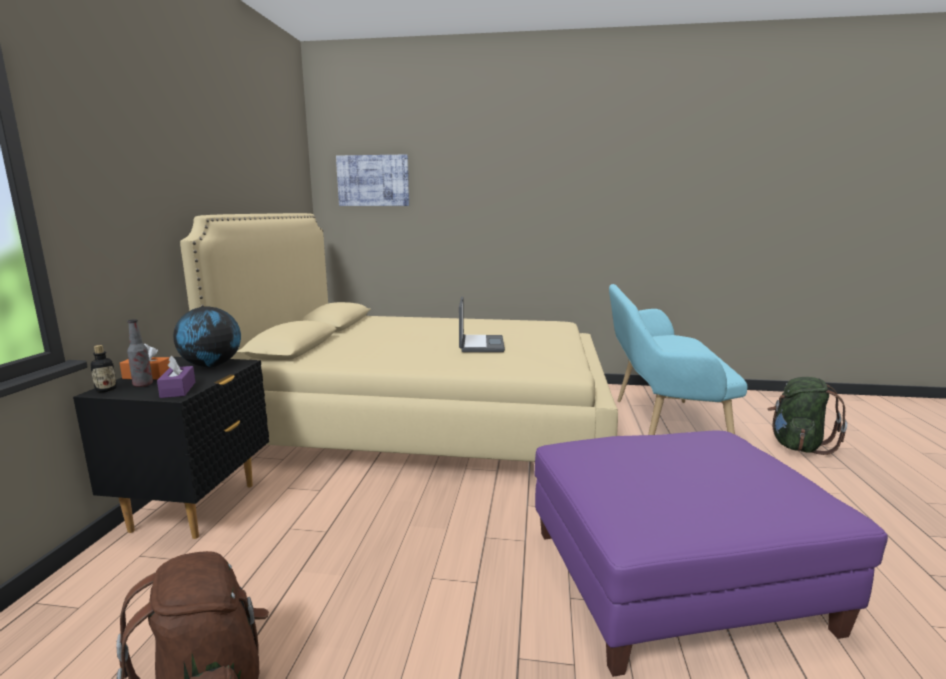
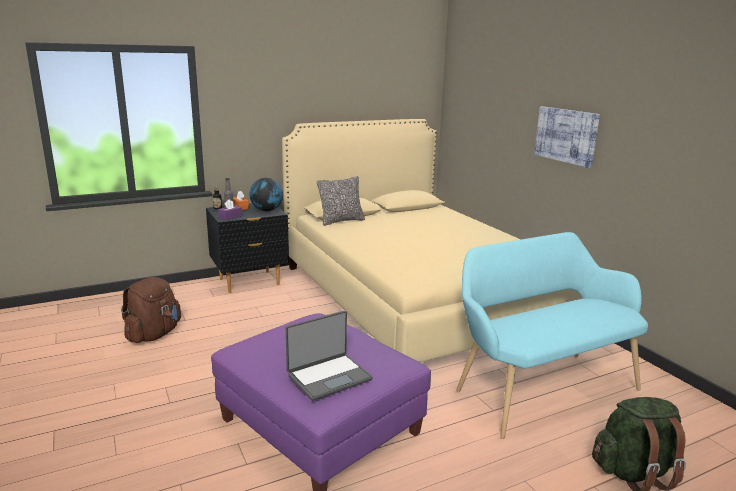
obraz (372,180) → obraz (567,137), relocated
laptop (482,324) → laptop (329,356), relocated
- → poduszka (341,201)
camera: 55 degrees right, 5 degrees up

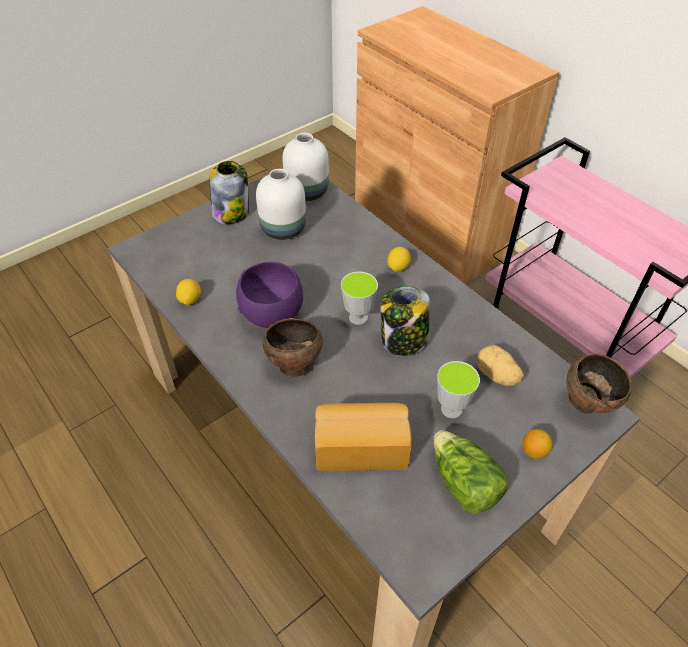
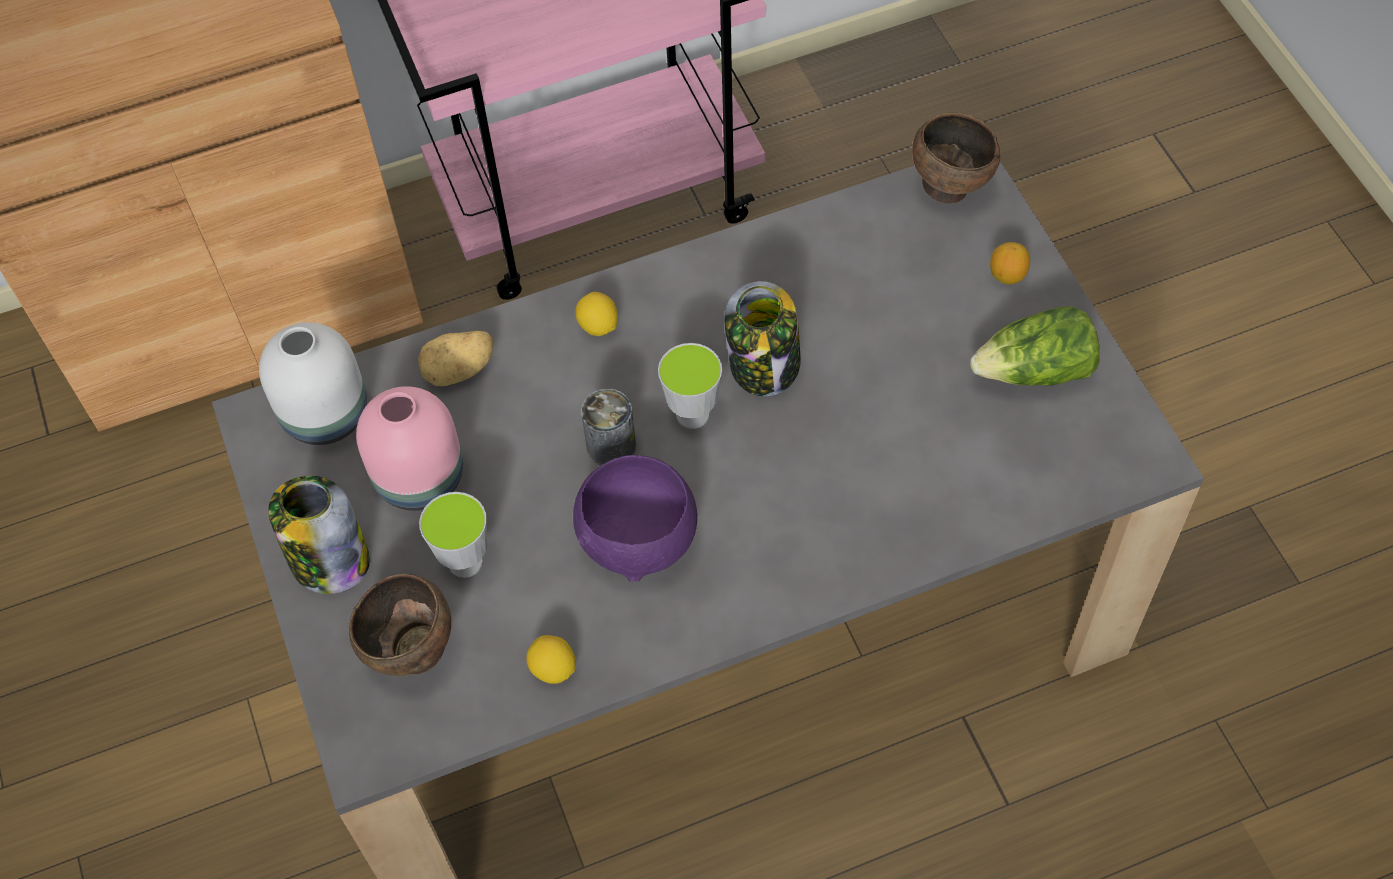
wazon/biały (281,204) → wazon/różowy (409,448)
miska/brązowy (293,347) → miska/brązowy (400,625), relocated
chleb (363,437) → -
filiżanka (458,389) → filiżanka (453,535), relocated
ziemniak (500,365) → ziemniak (455,358), relocated
- → puszka (608,427)
camera: 70 degrees left, 10 degrees up

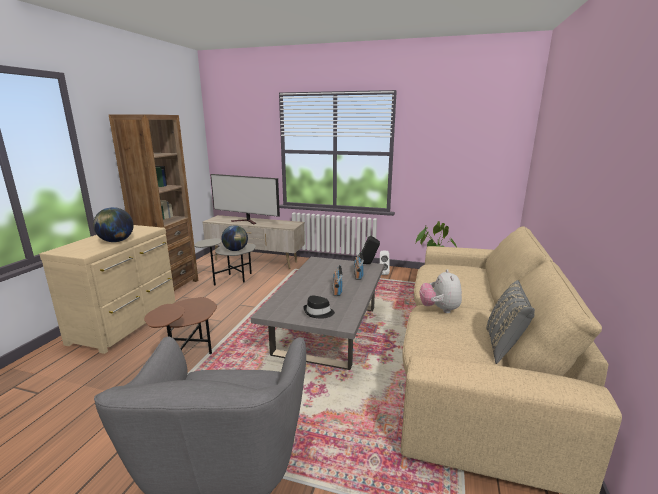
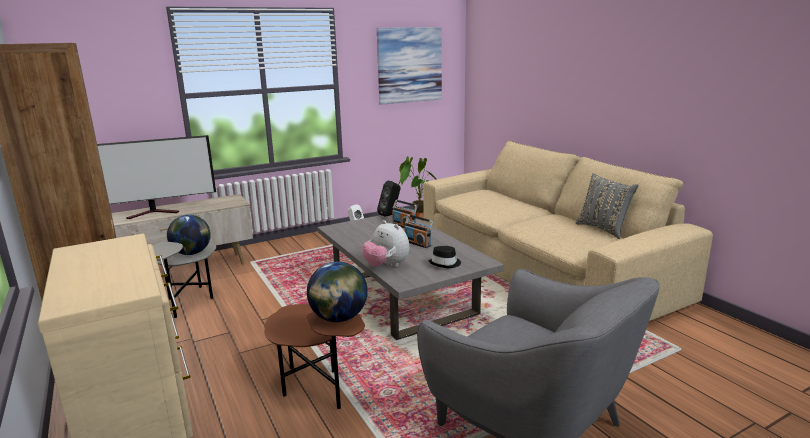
globus (113,224) → globus (337,292), relocated
pluszak (441,291) → pluszak (386,243), relocated
- → obraz (409,66)
camera: 45 degrees left, 0 degrees up

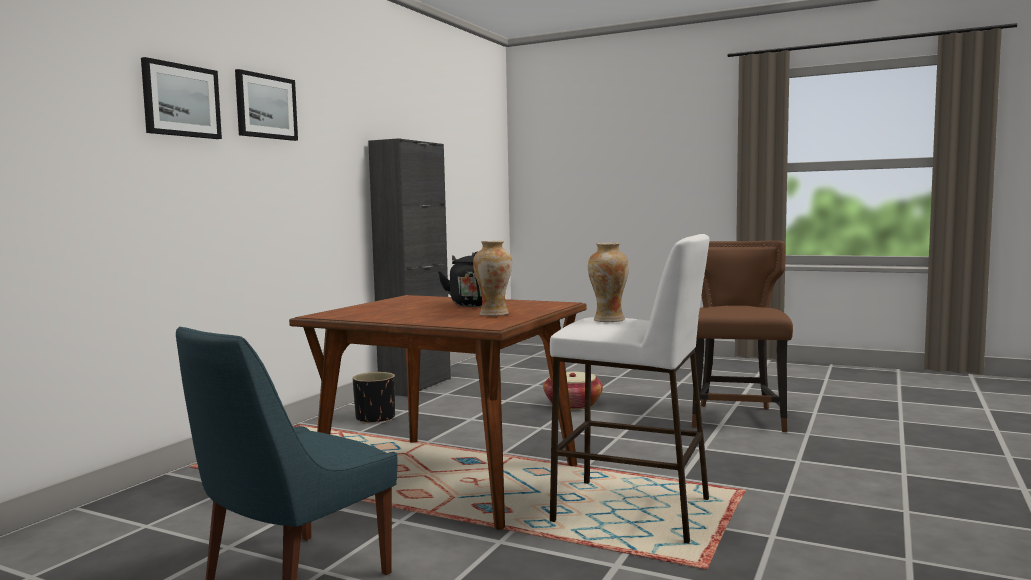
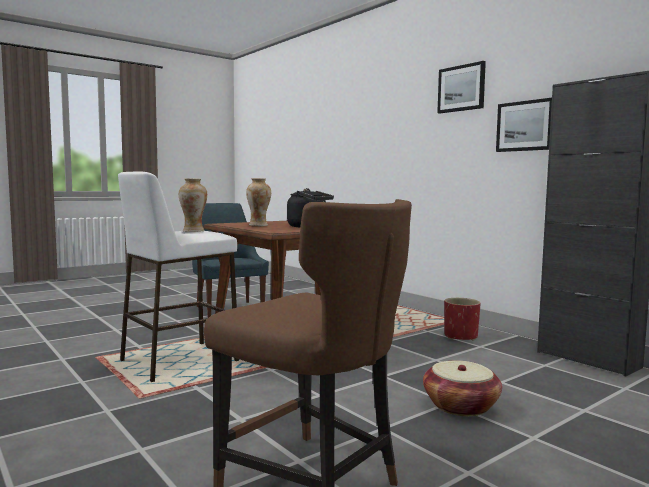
obraz (181,98) → obraz (524,125), relocated
donica/czarny (374,398) → donica/czerwony (462,319)
camera: 115 degrees right, 0 degrees up

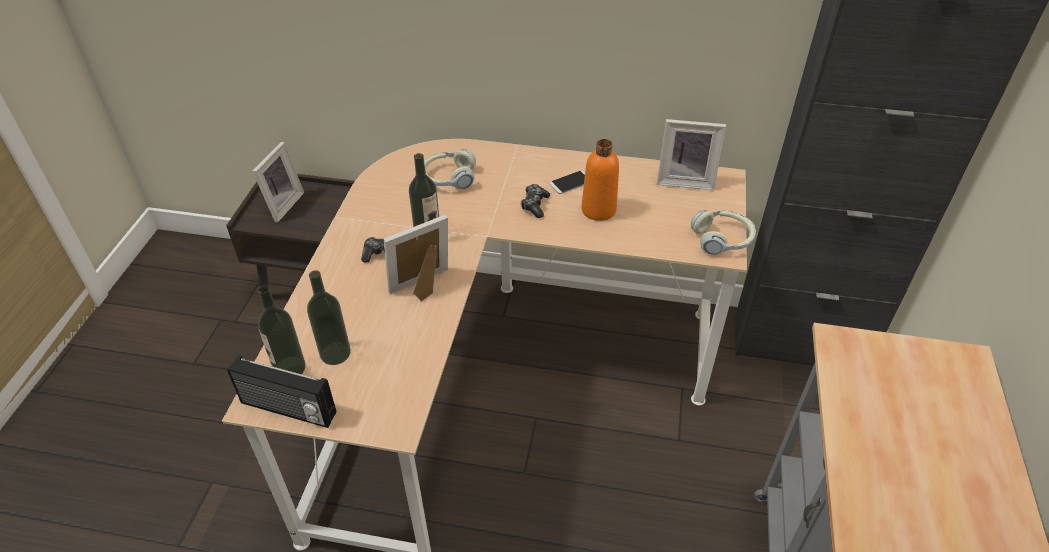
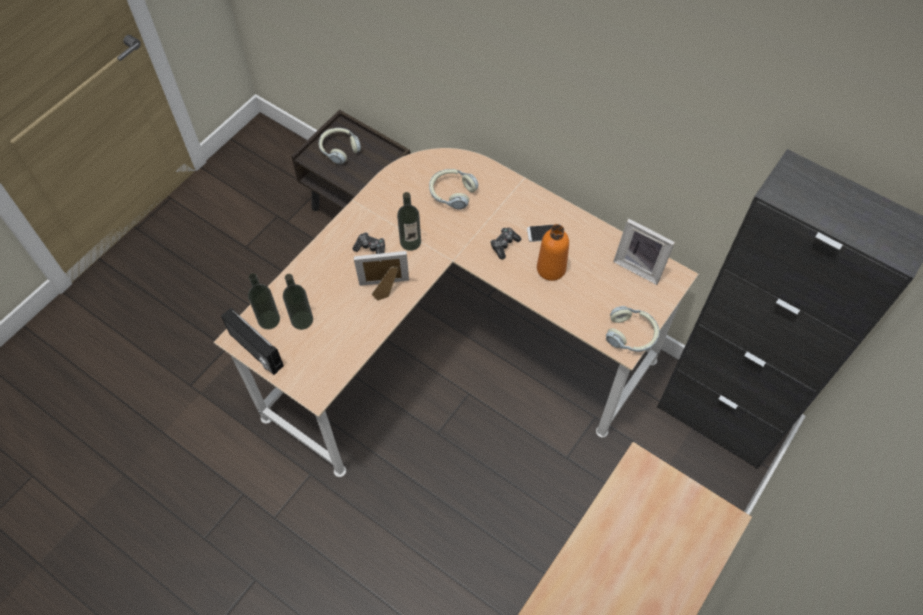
ramka na zdjęcie (278,182) → słuchawki (340,146)
camera: 25 degrees right, 15 degrees up

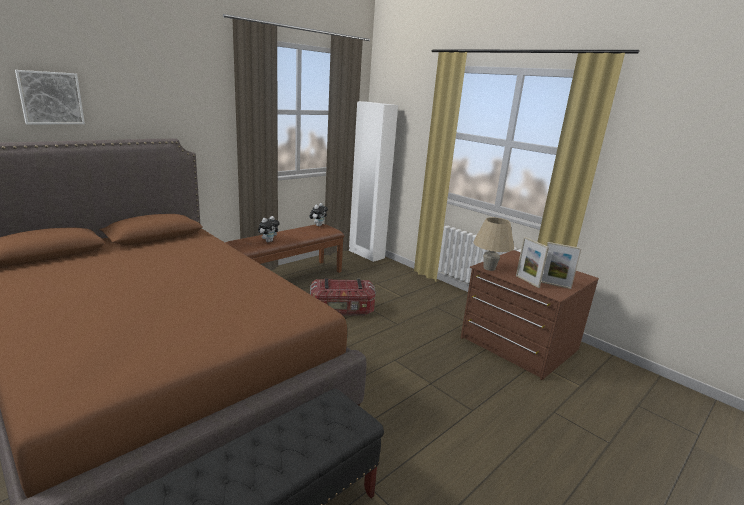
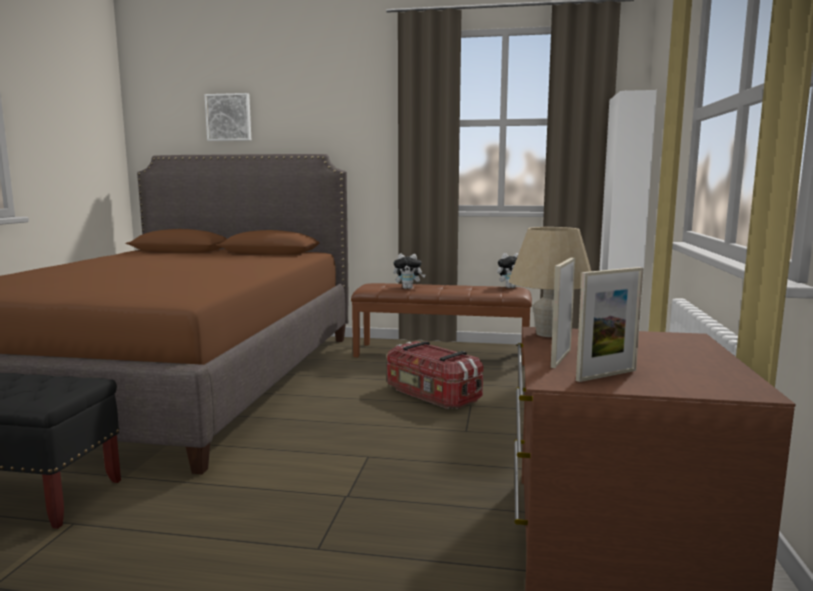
ramka na zdjęcie (561,265) → ramka na zdjęcie (610,324), 105 degrees counterclockwise
camera: 55 degrees right, 10 degrees down

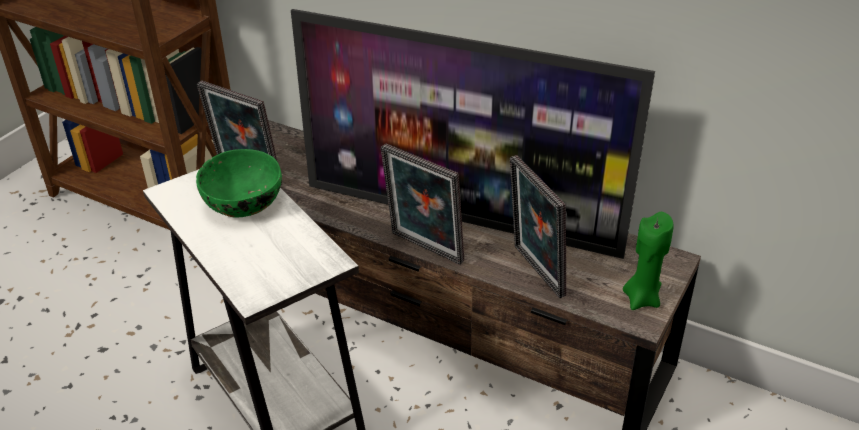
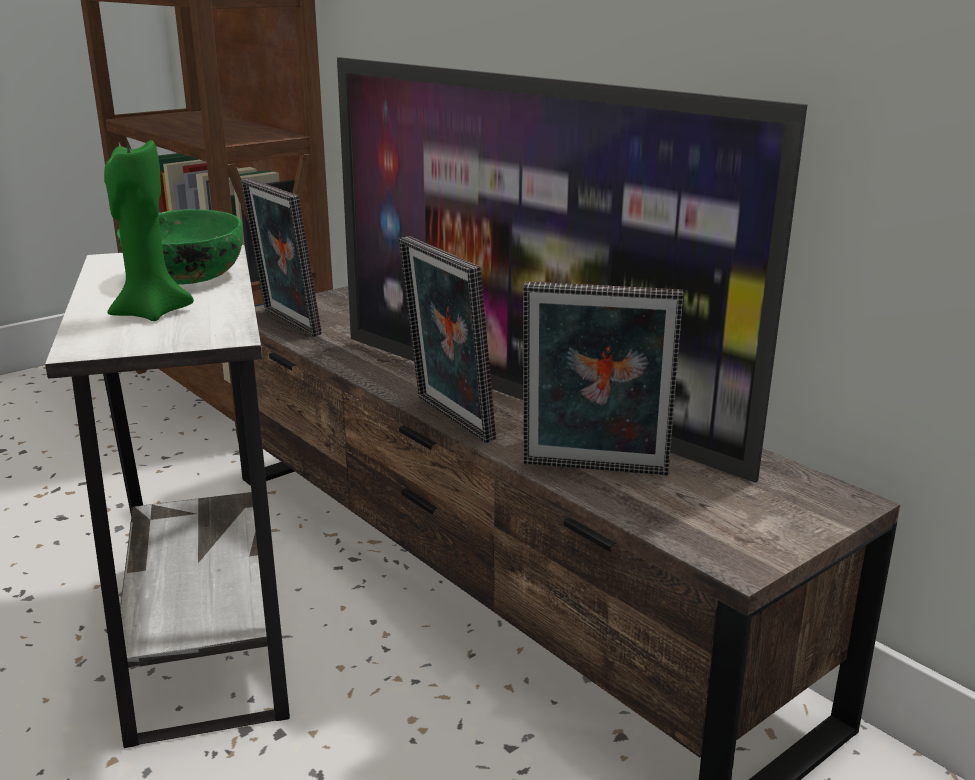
ramka na zdjęcie (538,226) → ramka na zdjęcie (603,378), 75 degrees counterclockwise
świeca/zielony (648,261) → świeca/zielony (149,228), relocated
camera: 20 degrees right, 15 degrees down

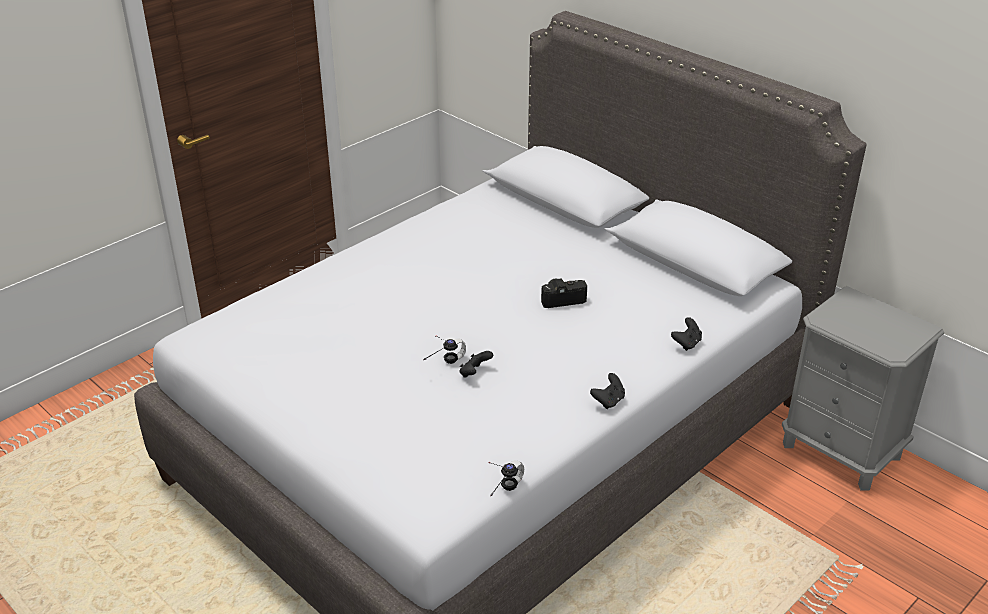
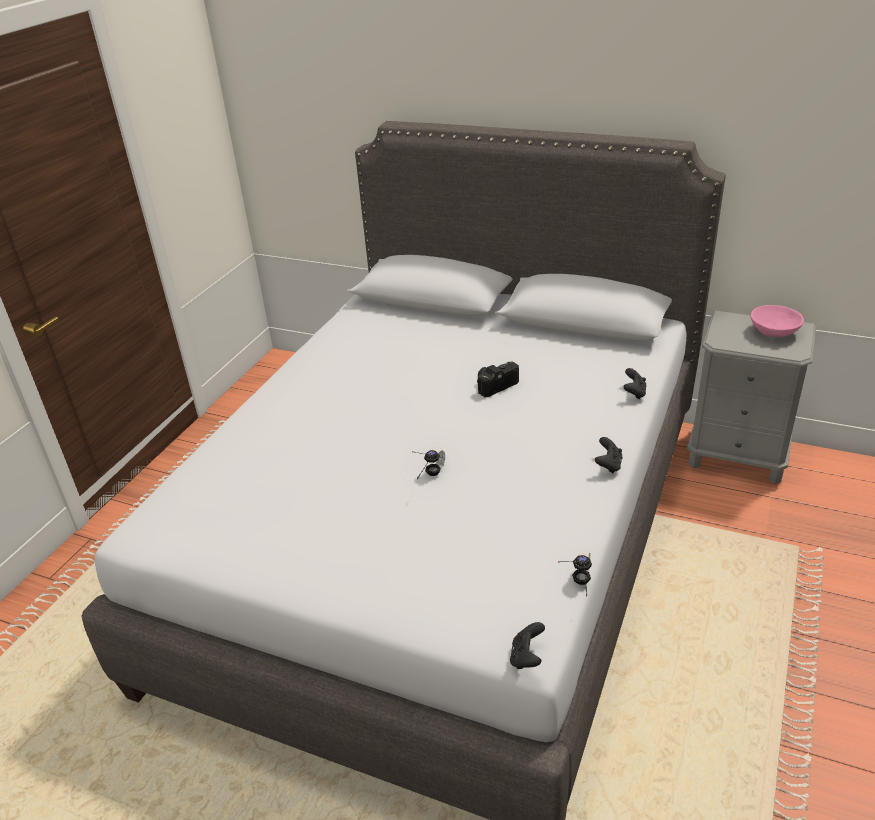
pad do gier/czarny (476,364) → pad do gier/czarny (527,645), relocated
- → miska/różowy (777,321)
camera: 20 degrees left, 0 degrees up

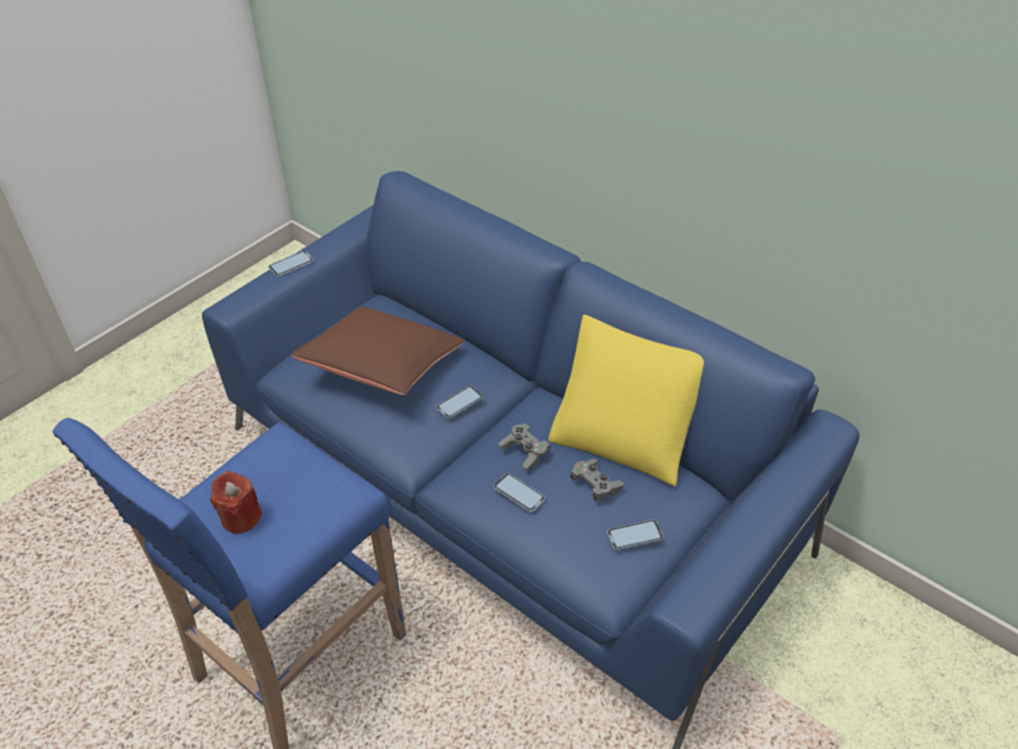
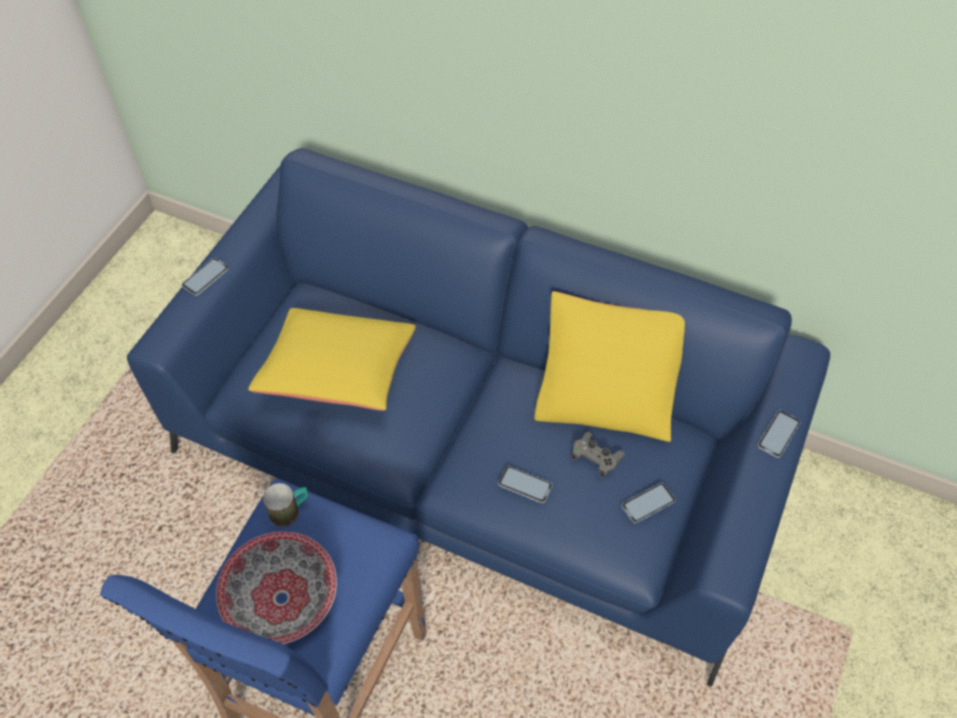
świeca/czerwony (236,502) → miska (276,588)
poduszka/brązowy (377,351) → poduszka/żółty (332,359)
telefon (459,402) → telefon (779,434), relocated
pad do gier/szary (524,447) → -
- → kubek (286,505)
camera: 15 degrees left, 10 degrees up

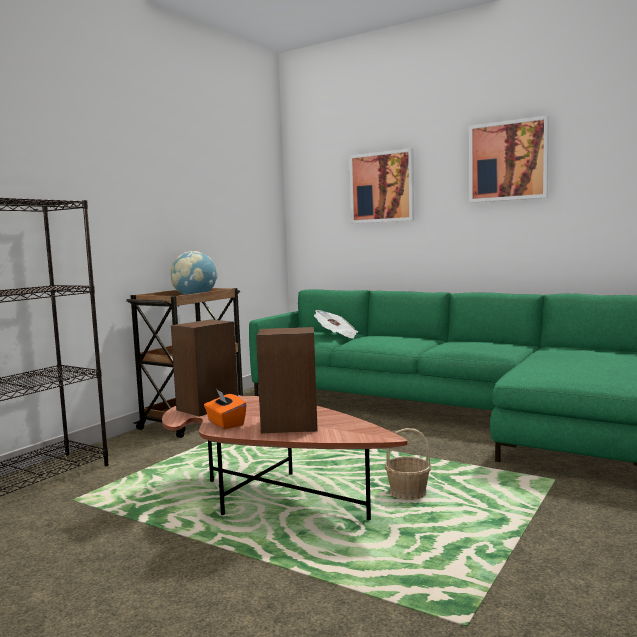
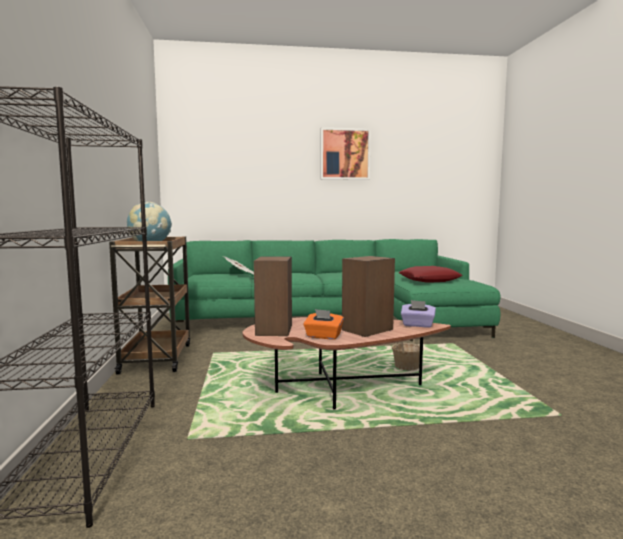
obraz (381,185) → -
- → poduszka/czerwony (430,274)
- → pudełko chusteczek/fioletowy (418,314)
camera: 40 degrees left, 0 degrees up

